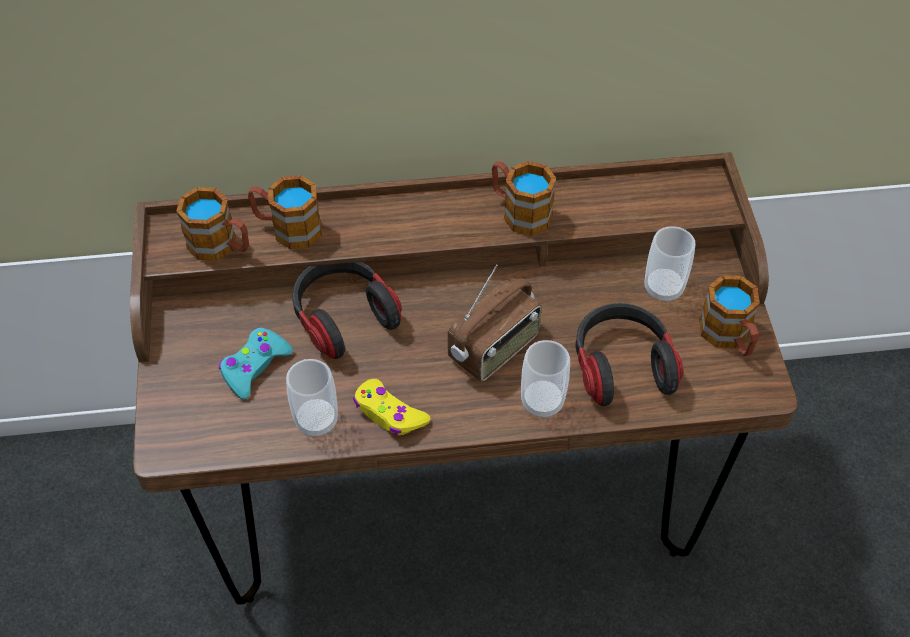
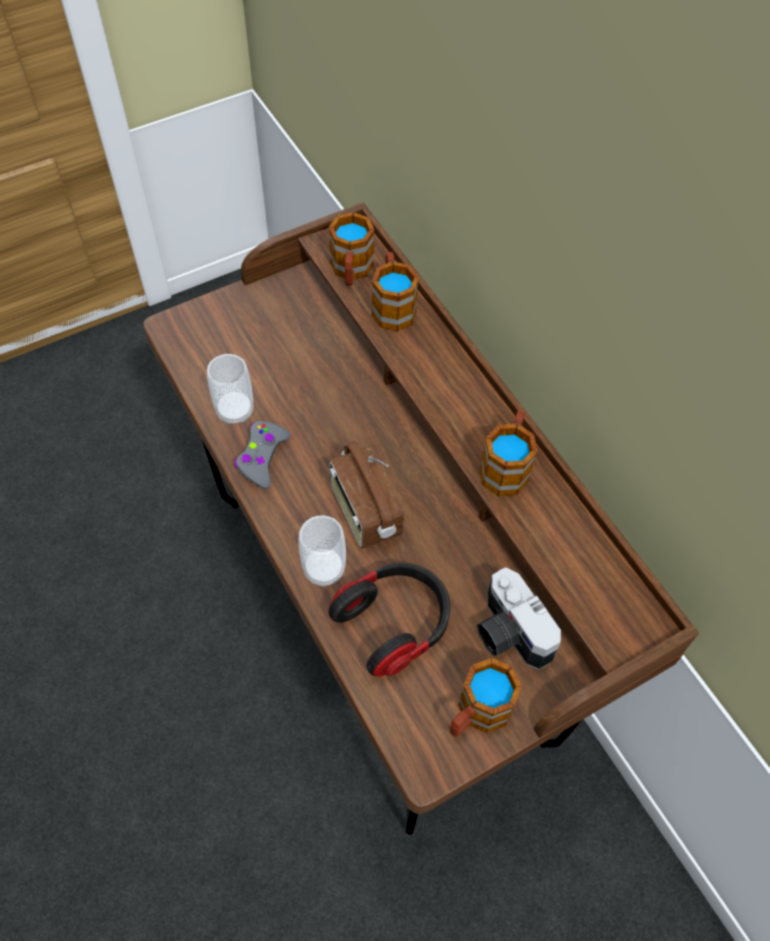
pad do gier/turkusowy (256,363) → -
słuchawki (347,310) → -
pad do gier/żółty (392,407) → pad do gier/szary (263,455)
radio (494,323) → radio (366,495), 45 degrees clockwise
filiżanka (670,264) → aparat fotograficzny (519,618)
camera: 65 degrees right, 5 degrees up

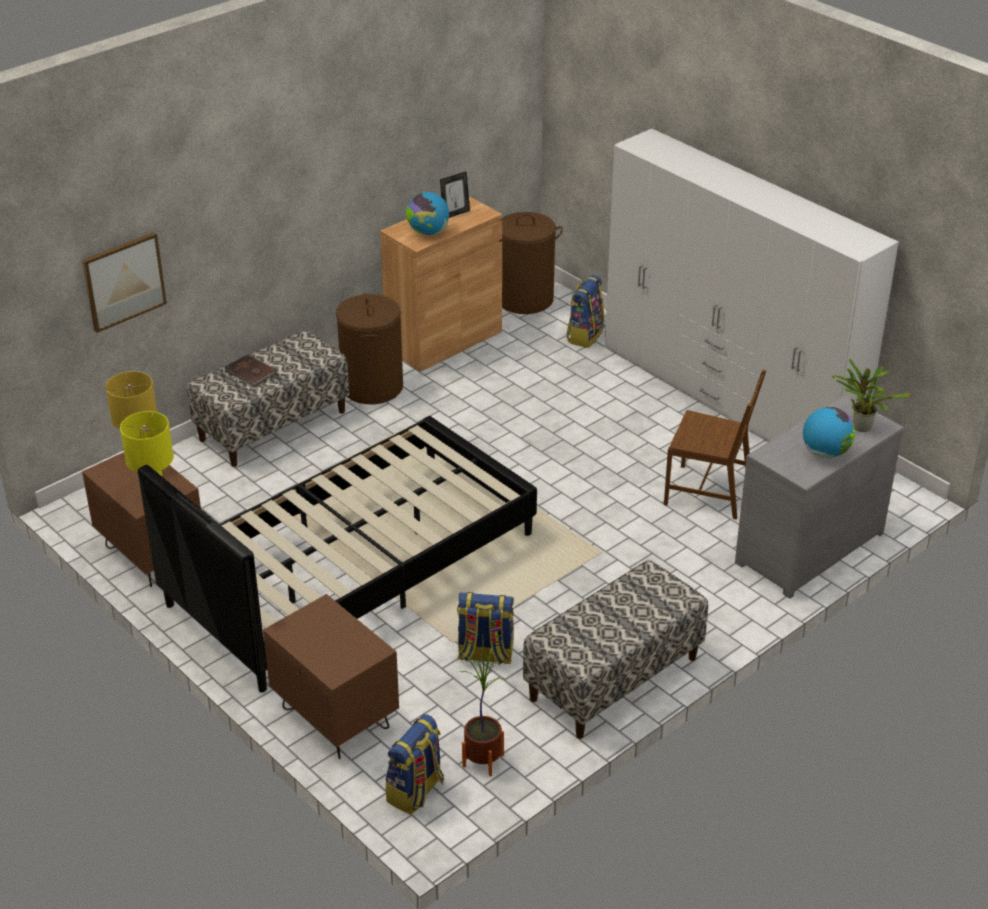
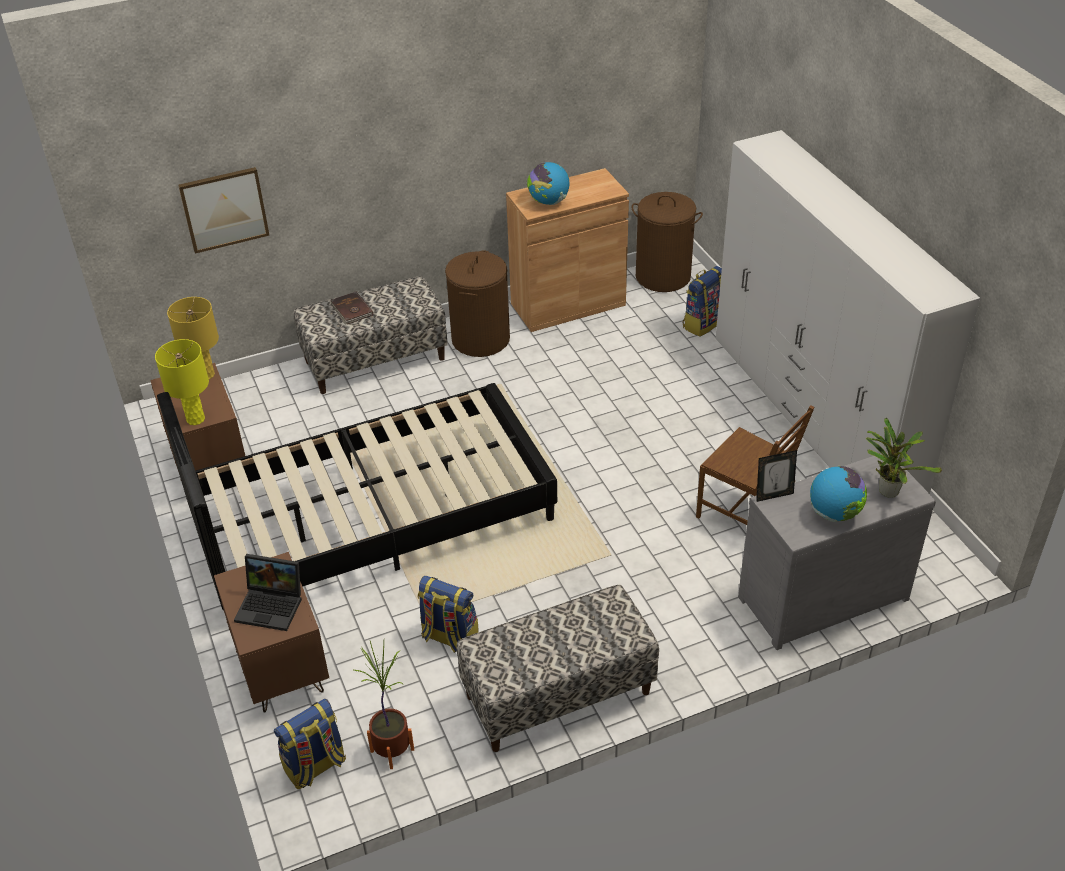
ramka na zdjęcie (455,194) → ramka na zdjęcie (776,476), relocated
- → laptop (268,592)
camera: 20 degrees right, 5 degrees up

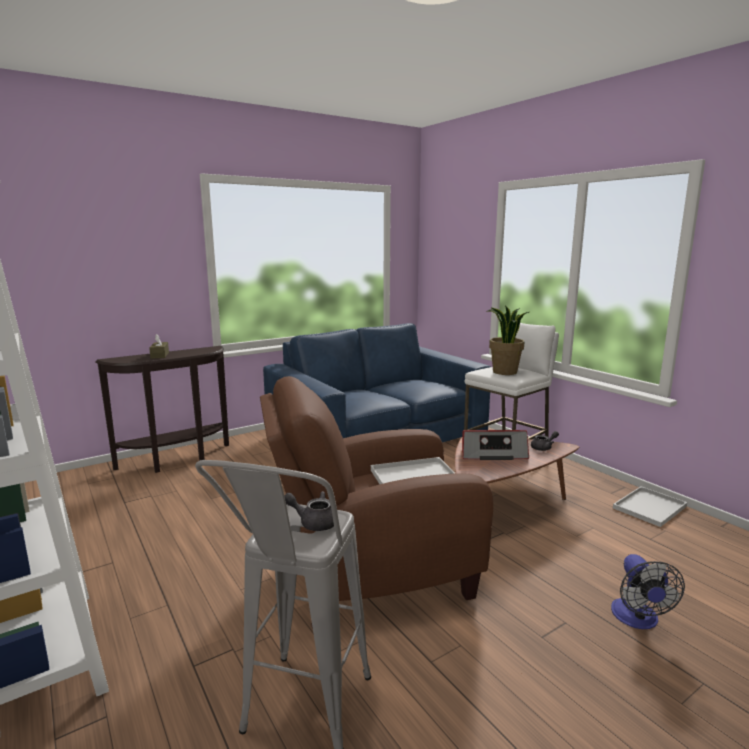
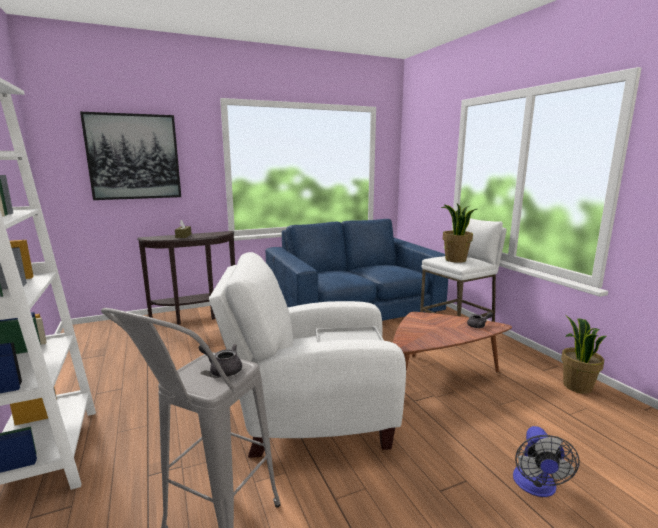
fotel/brązowy (376,502) → fotel/biały (307,355)
radio (495,445) → -
taca/biały (650,506) → roślina doniczkowa (584,354)
- → obraz (130,156)
camera: 10 degrees right, 0 degrees up

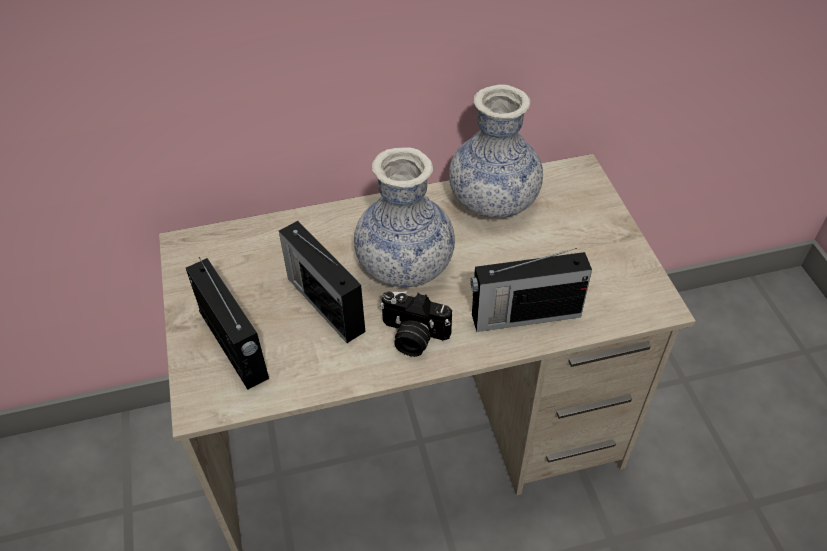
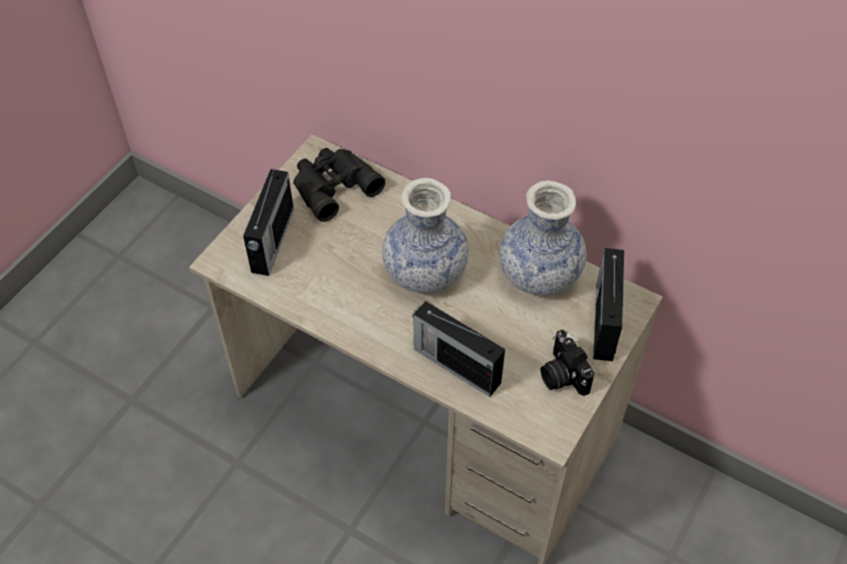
radio (322,282) → radio (608,304), relocated
aparat fotograficzny (416,324) → aparat fotograficzny (567,363), relocated
- → lornetka/czarny (339,185)
camera: 45 degrees right, 5 degrees up

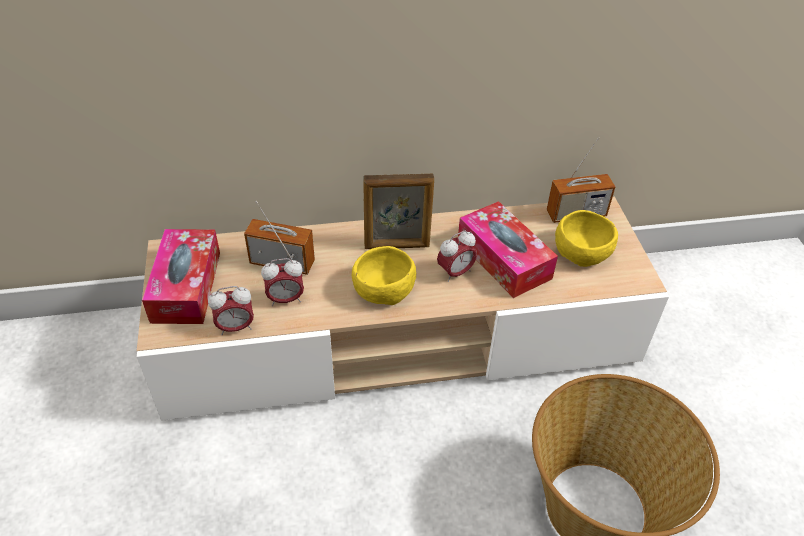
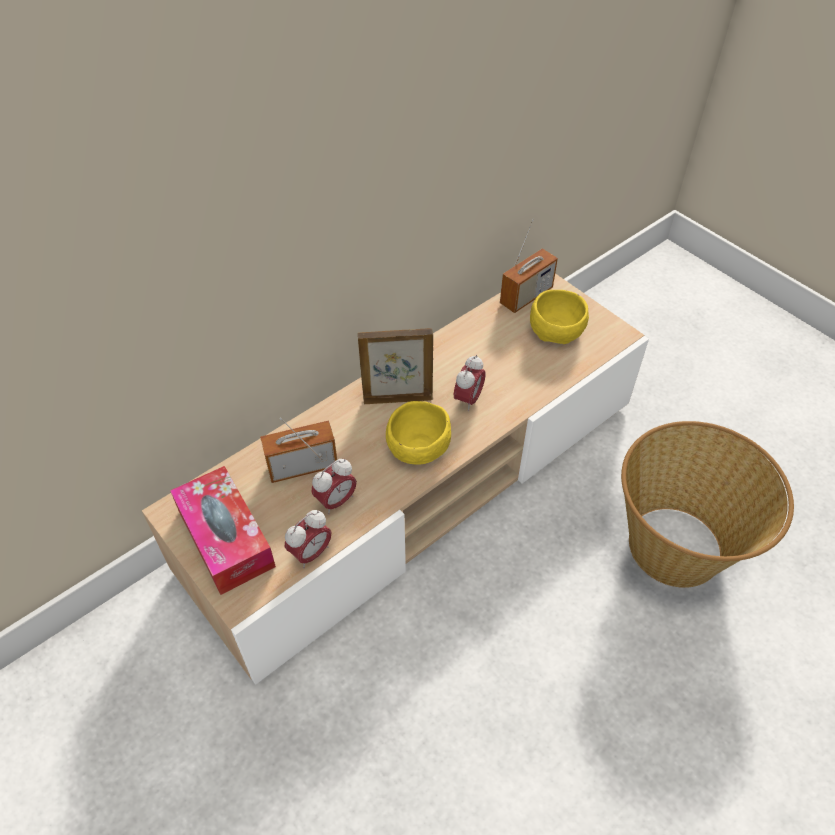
ramka na zdjęcie (398,211) → ramka na zdjęcie (395,366), 150 degrees counterclockwise
pudełko chusteczek (508,249) → -
camera: 30 degrees left, 5 degrees up

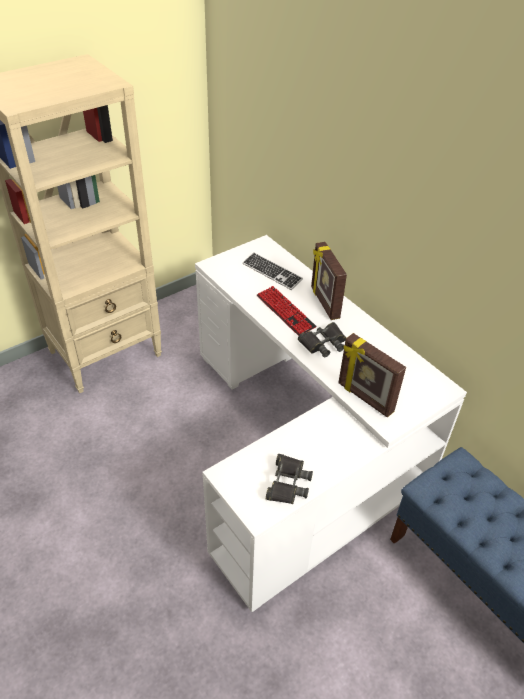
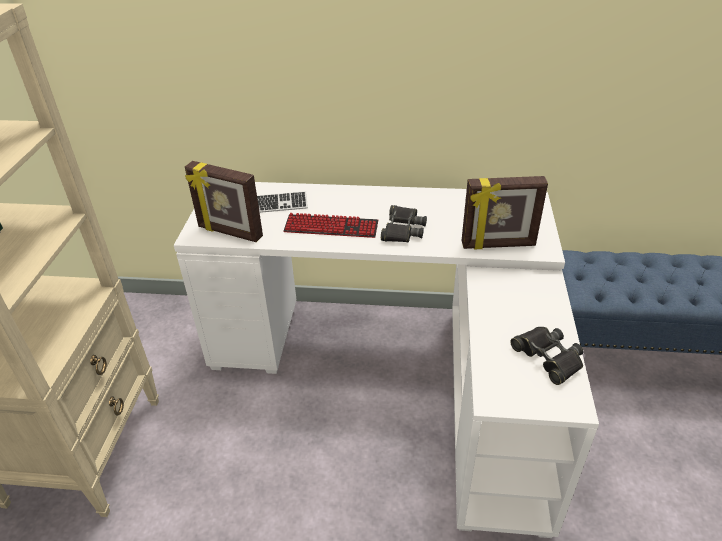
ramka na zdjęcie (329,281) → ramka na zdjęcie (224,201), relocated
camera: 45 degrees left, 5 degrees down

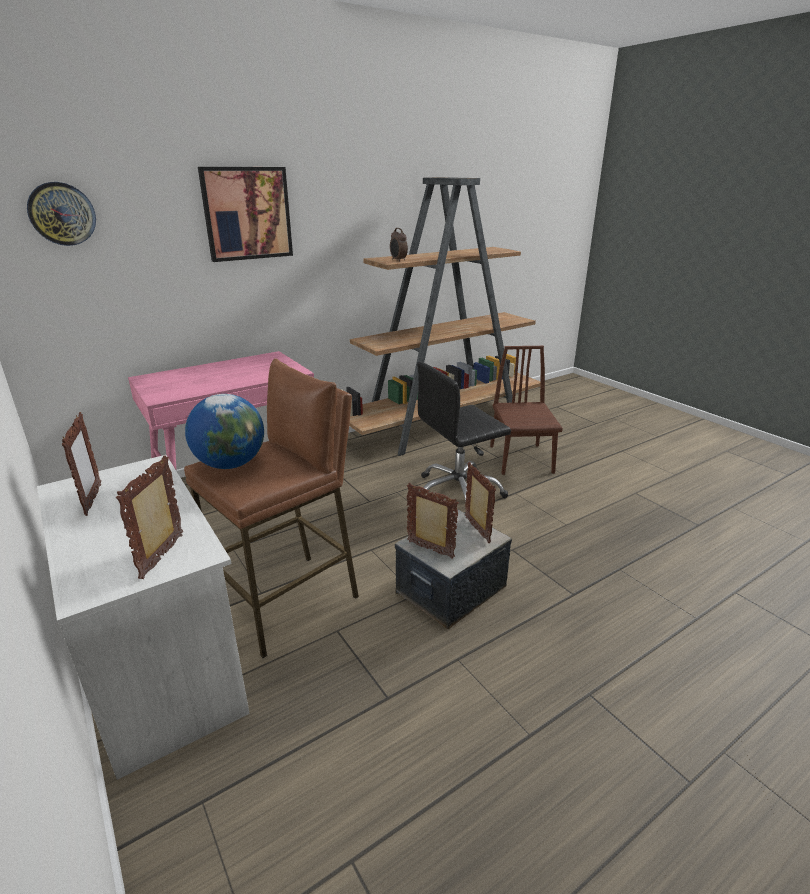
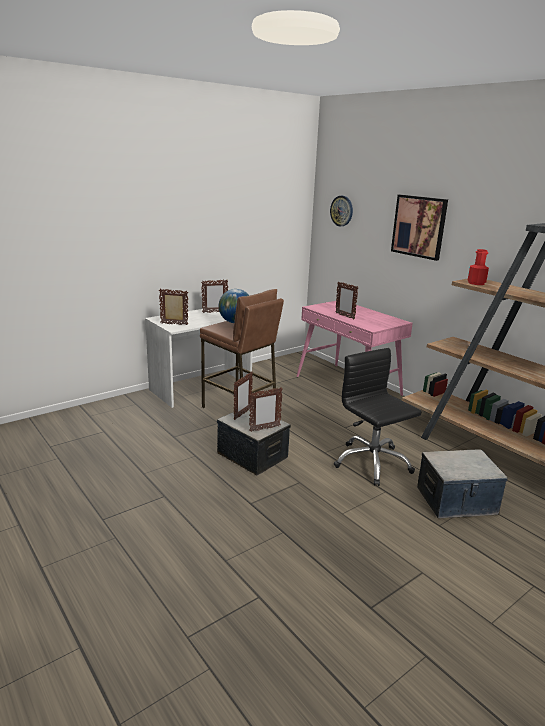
budzik (399,245) → butelka/czerwony (478,267)
krzesło/brązowy (526,410) → pojemnik do przechowywania (462,483)
- → ramka na zdjęcie (346,301)
camera: 85 degrees right, 5 degrees down

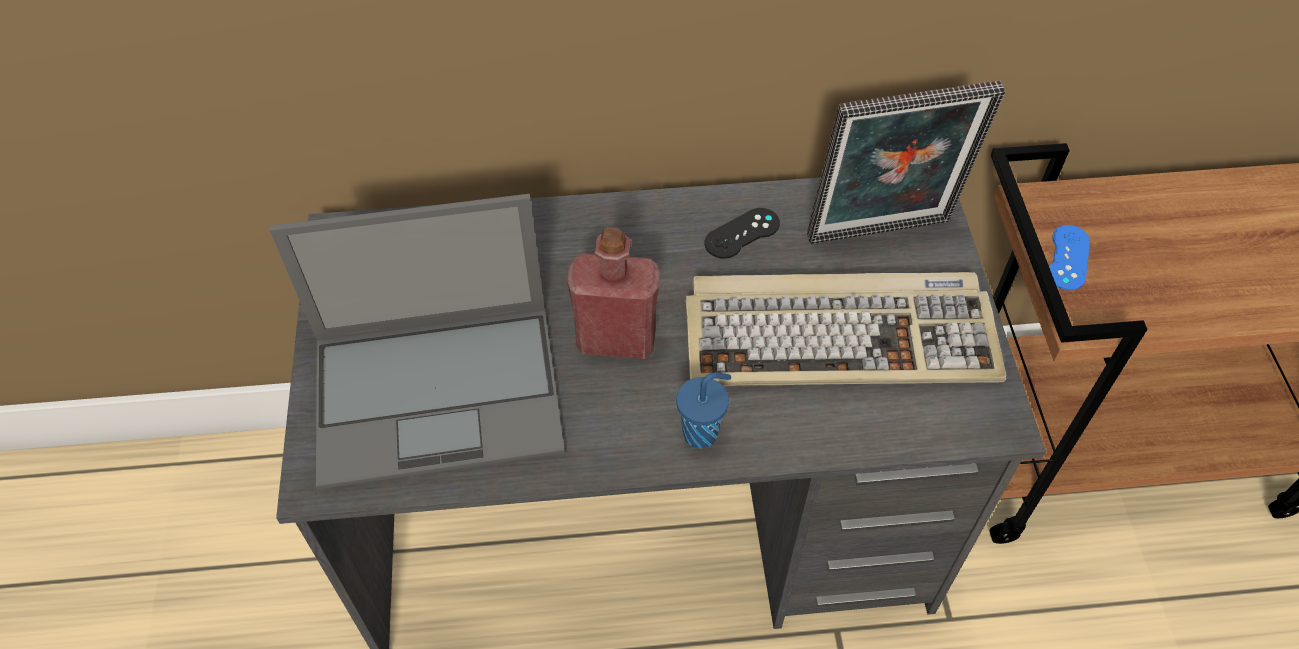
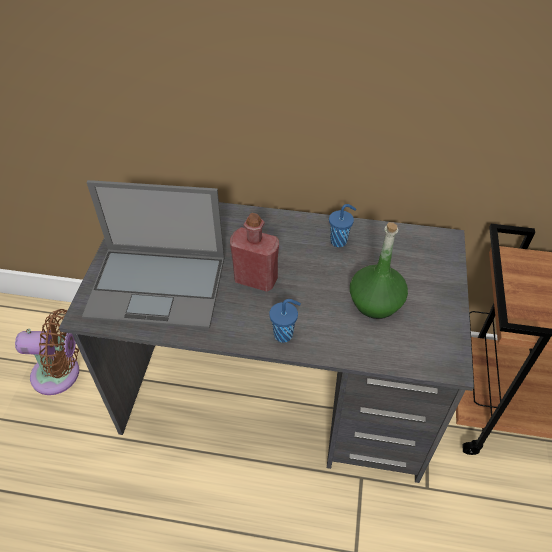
klawiatura (845,329) → butelka/zielony (379,270)
pad do gier/czarny (742,233) → filiżanka/niebieski (342,225)
ramka na zdjęcie (906,162) → -
pad do gier/niebieski (1069,257) → -
- → wentylator/brązowy (47,352)
camera: 15 degrees right, 5 degrees down

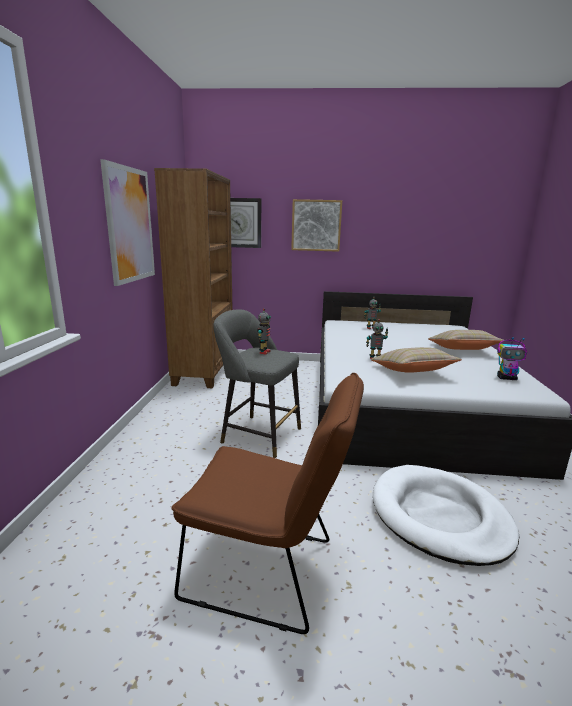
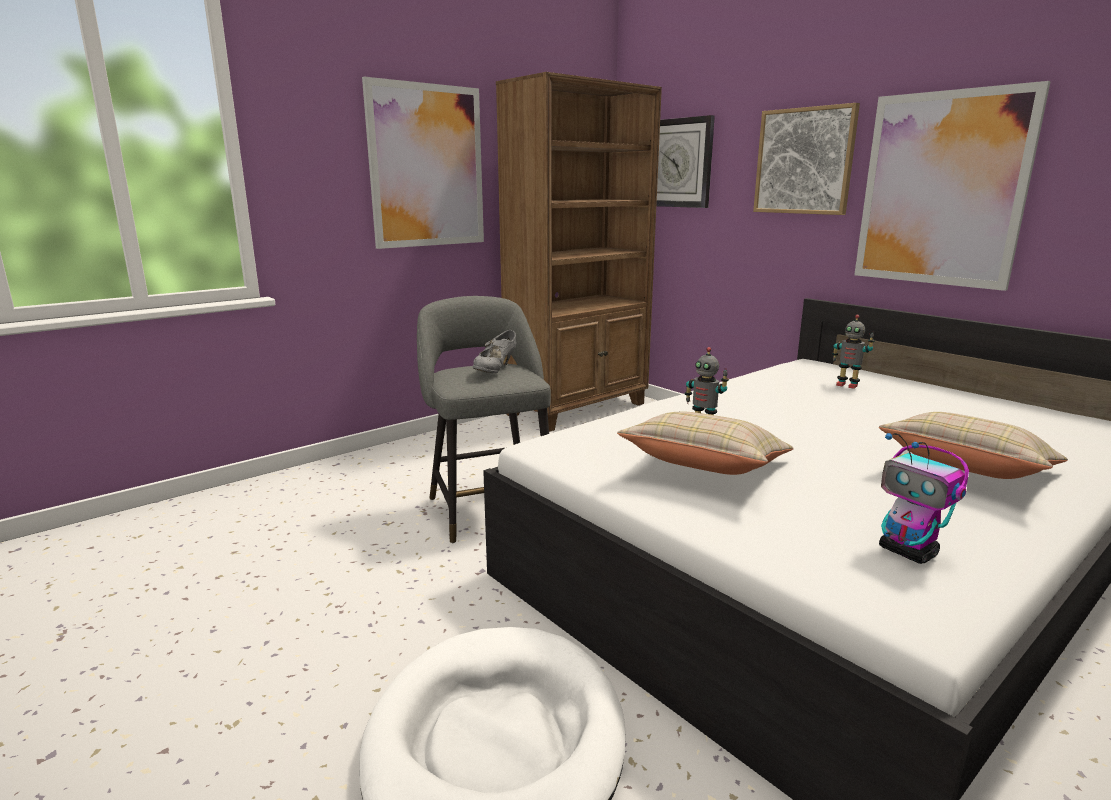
krzesło/brązowy (267,503) → -
robot zabawkowy (264,331) → but/szary (495,351)
- → obraz (952,186)
camera: 45 degrees right, 0 degrees up

